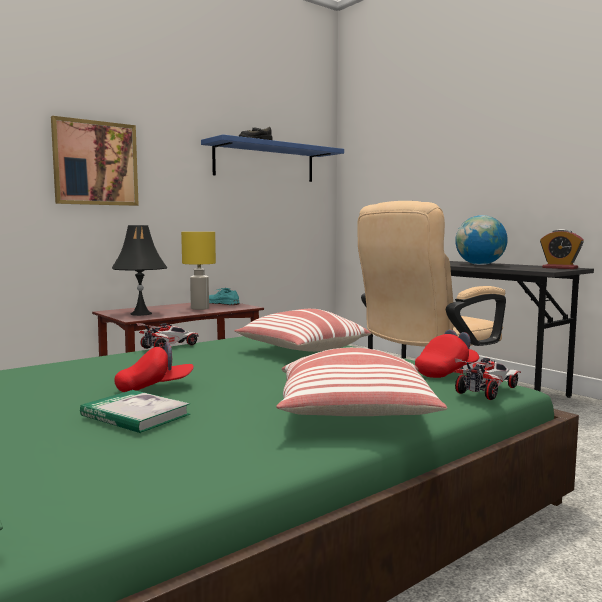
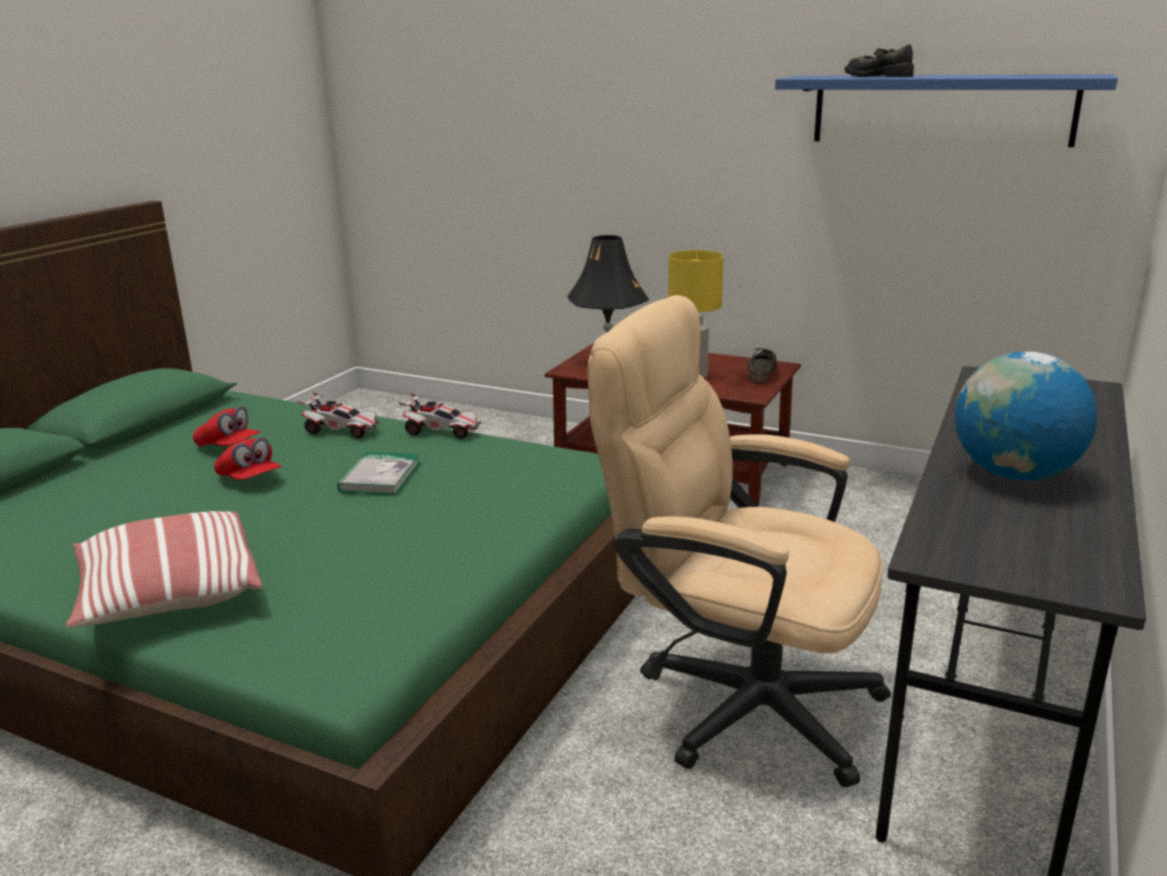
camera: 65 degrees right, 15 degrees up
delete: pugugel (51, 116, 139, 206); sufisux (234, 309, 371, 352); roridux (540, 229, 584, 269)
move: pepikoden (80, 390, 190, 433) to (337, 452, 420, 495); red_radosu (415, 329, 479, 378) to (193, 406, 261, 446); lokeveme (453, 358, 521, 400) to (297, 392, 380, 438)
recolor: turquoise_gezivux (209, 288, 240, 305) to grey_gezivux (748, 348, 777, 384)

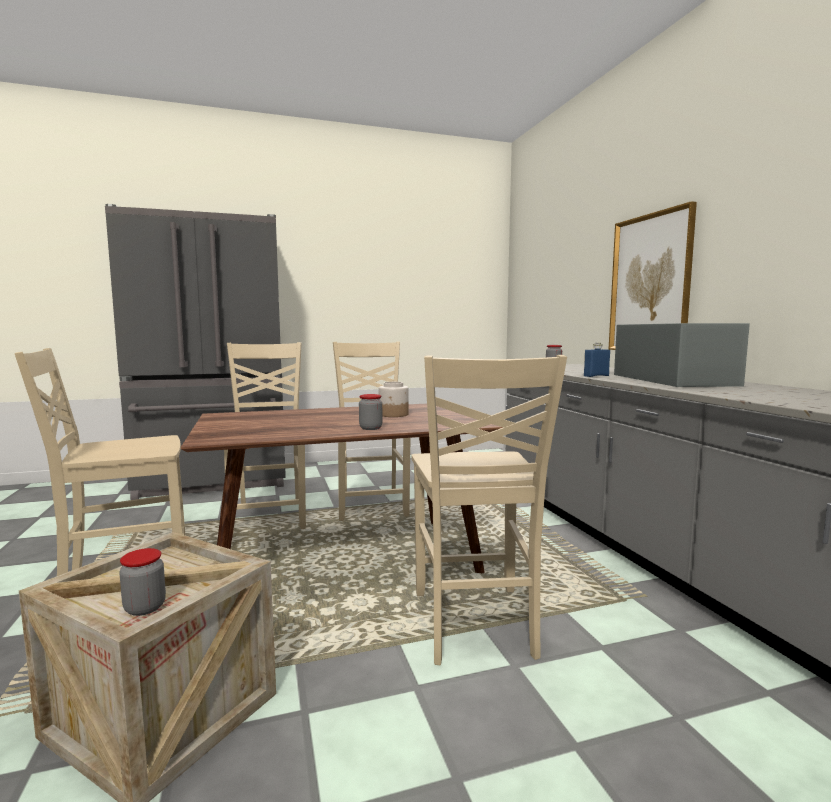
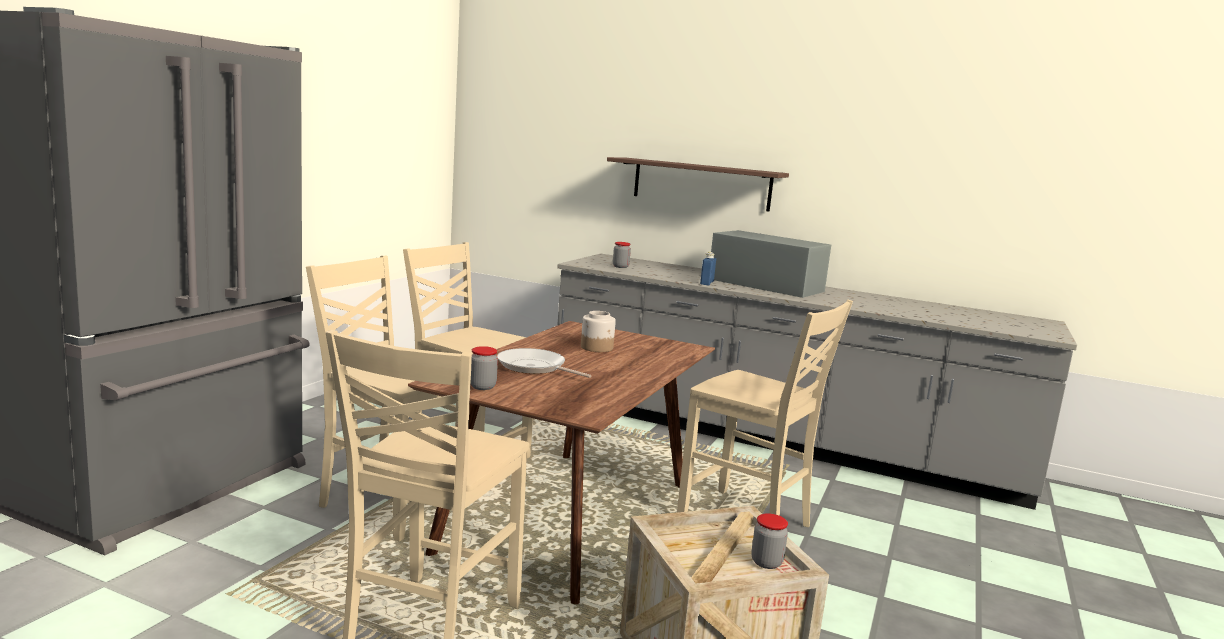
camera: 50 degrees left, 5 degrees up
insert: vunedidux (497, 348, 591, 378)
move: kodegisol (359, 394, 382, 430) to (470, 346, 498, 390)
replace: pugugel (608, 201, 697, 350) to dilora (607, 157, 789, 212)

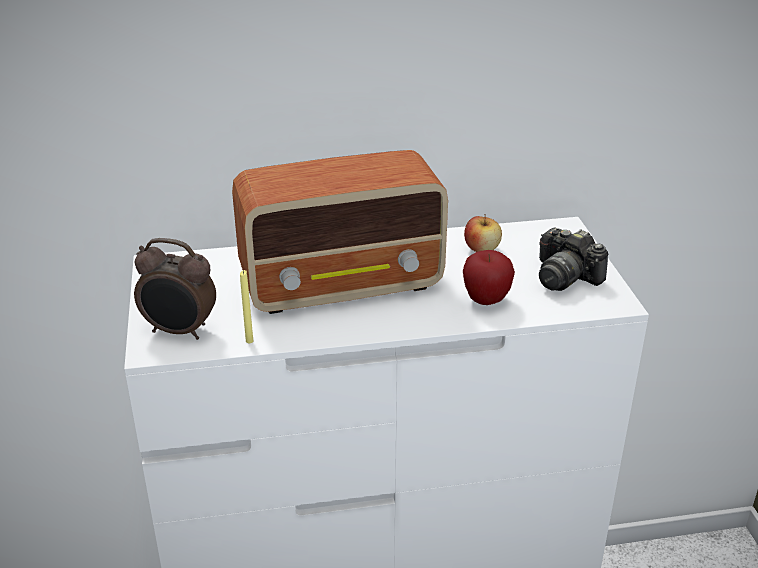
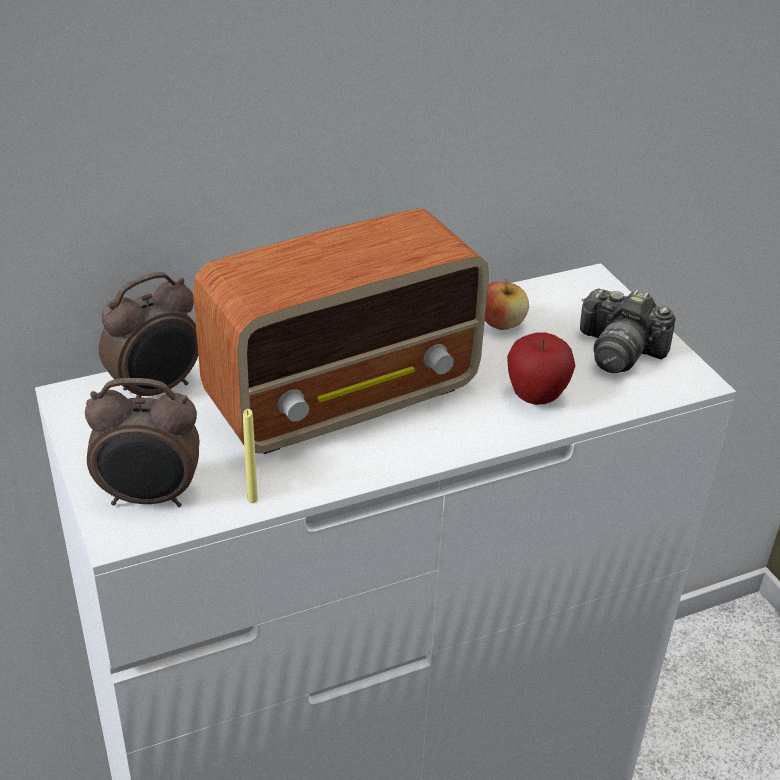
camera: 15 degrees left, 5 degrees up
insert: roridux (99, 272, 198, 398)

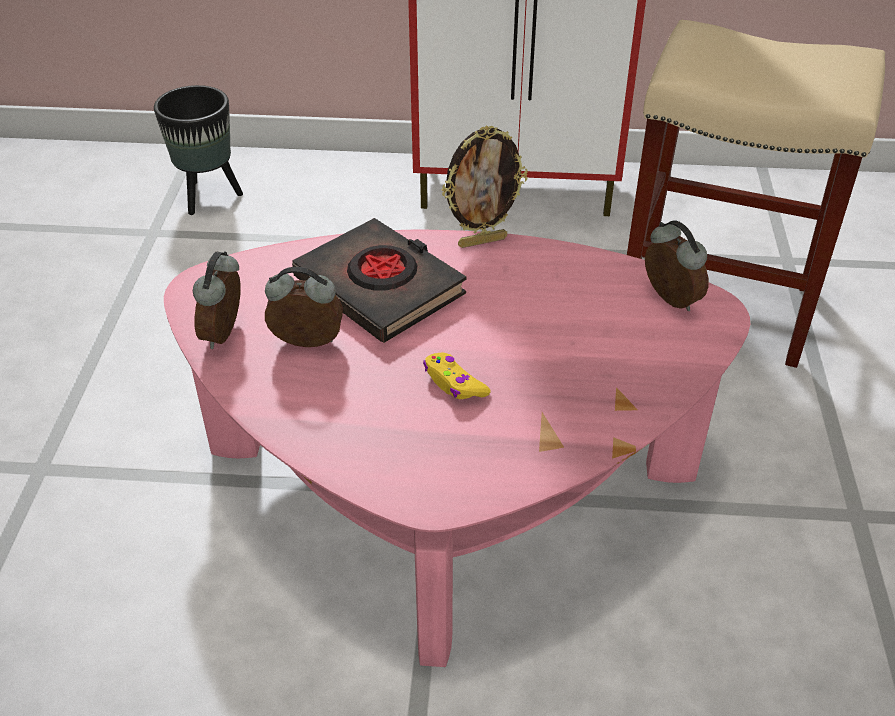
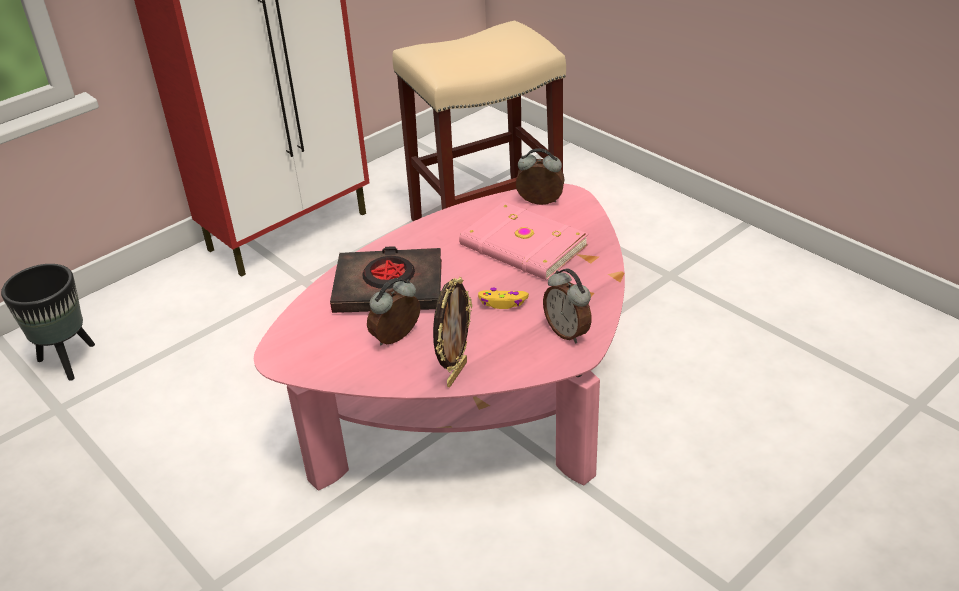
camera: 45 degrees left, 5 degrees down
insert: pink_pepikoden (459, 202, 588, 281)
move: roridux (193, 251, 241, 349) to (543, 268, 591, 343); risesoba (442, 125, 528, 248) to (433, 277, 472, 387)

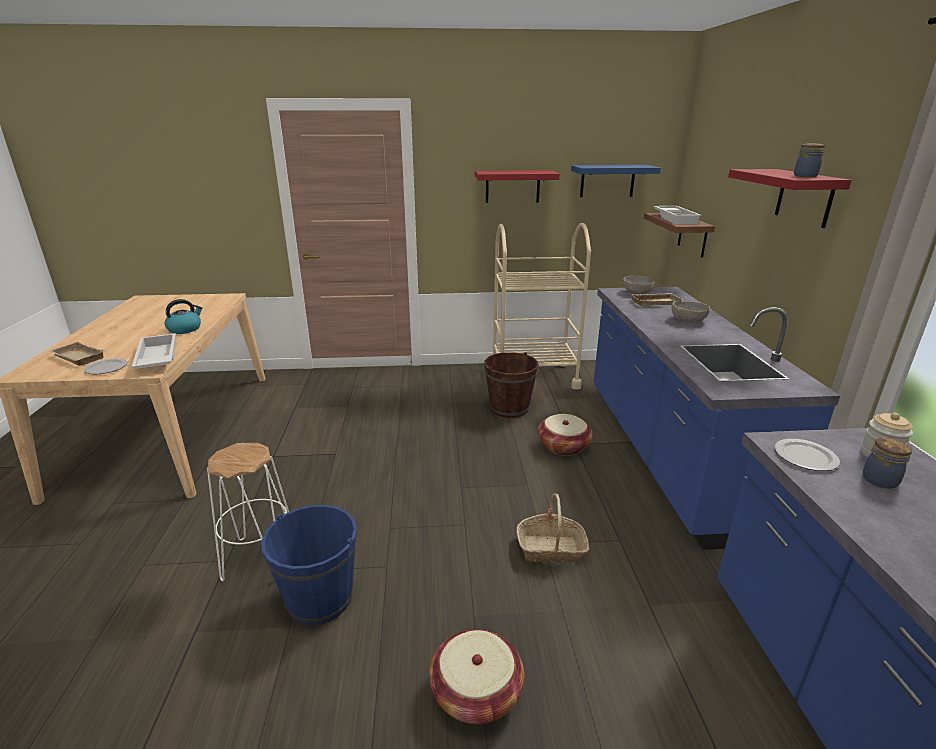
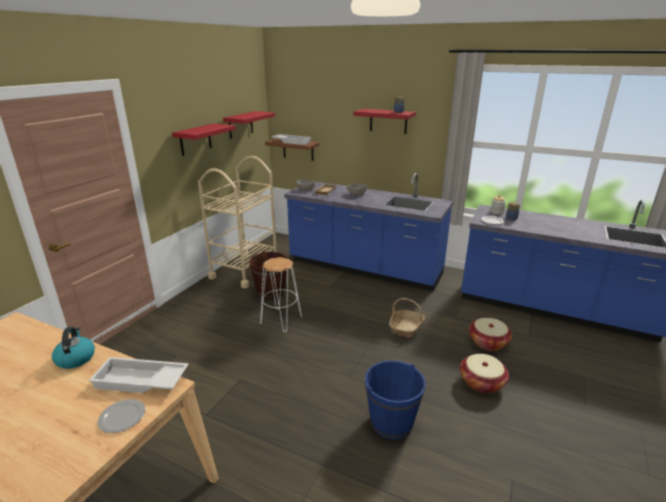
camera: 60 degrees left, 0 degrees up
delete: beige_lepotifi (48, 342, 105, 366)
move: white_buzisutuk (207, 443, 289, 582) to (260, 257, 302, 332); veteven (538, 414, 593, 456) to (469, 318, 512, 351)
recolor: blue_dilora (571, 165, 661, 197) to red_dilora (223, 111, 275, 139)

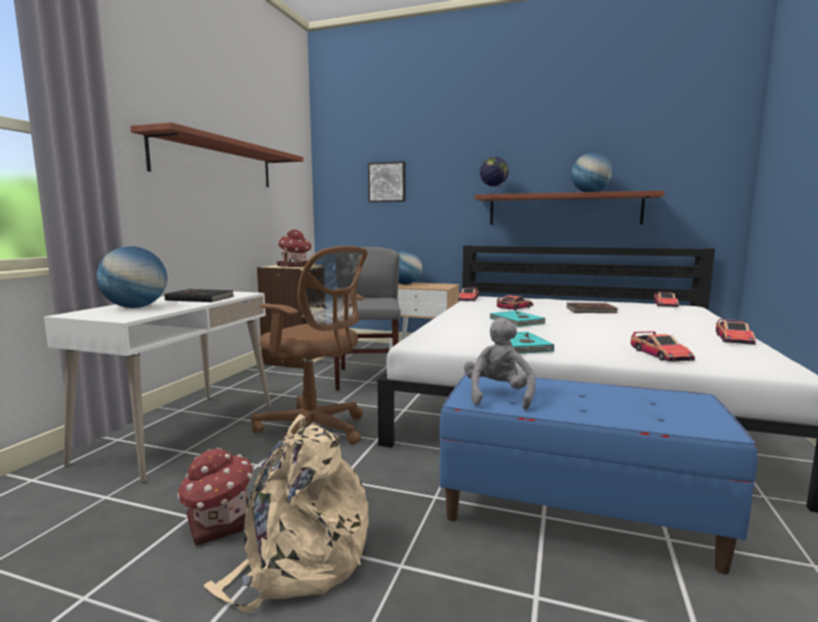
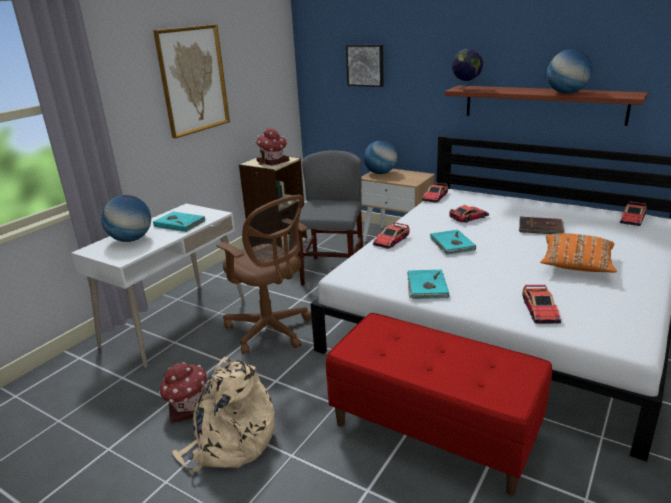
camera: 15 degrees right, 15 degrees up
delete: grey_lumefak (464, 317, 536, 410)
insert: orange_sufisux (540, 233, 617, 273)
move: lokeveme (716, 319, 756, 345) to (373, 222, 409, 249)
replace: dilora (130, 122, 303, 187) to pugugel (153, 24, 230, 138)
recolor: black_pepikoden (164, 289, 234, 302) to turquoise_pepikoden (153, 211, 206, 232); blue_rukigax (440, 374, 758, 575) to red_rukigax (326, 313, 552, 496)

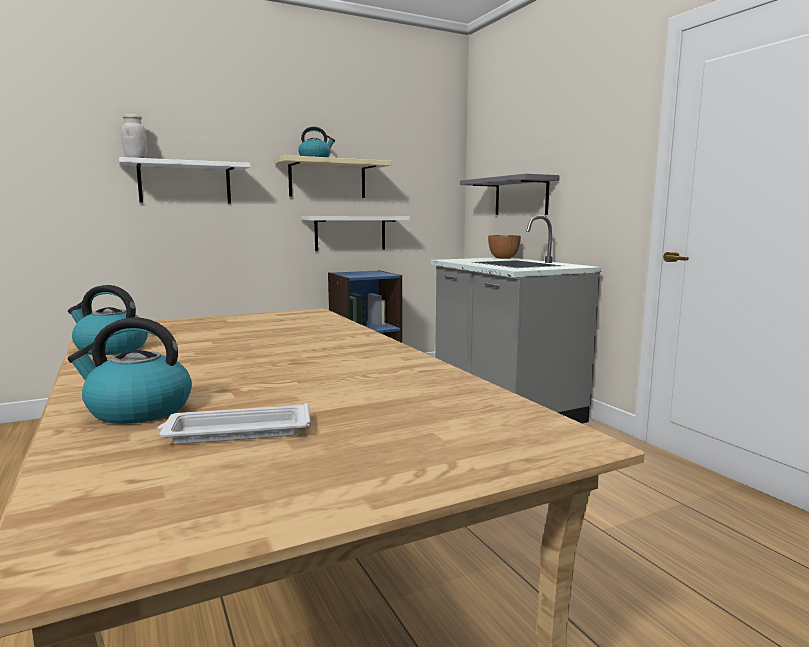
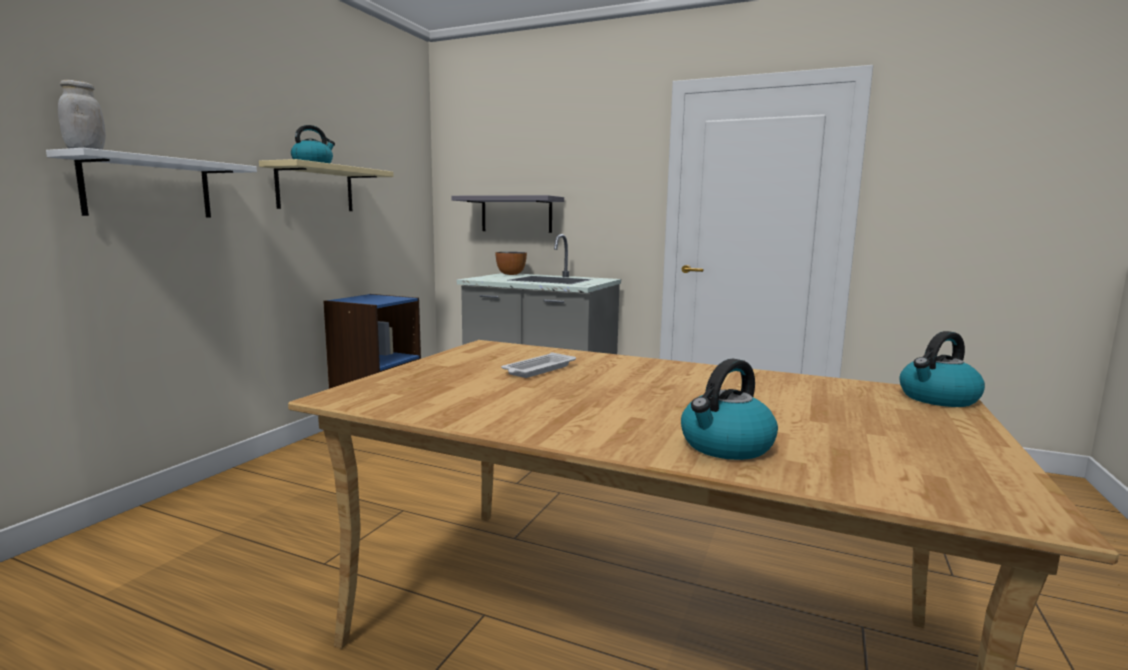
camera: 40 degrees left, 0 degrees up
delete: white_dilora (302, 216, 410, 251)
move: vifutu (68, 285, 148, 355) to (899, 331, 985, 407); white_lepotifi (157, 403, 311, 444) to (501, 352, 576, 378)

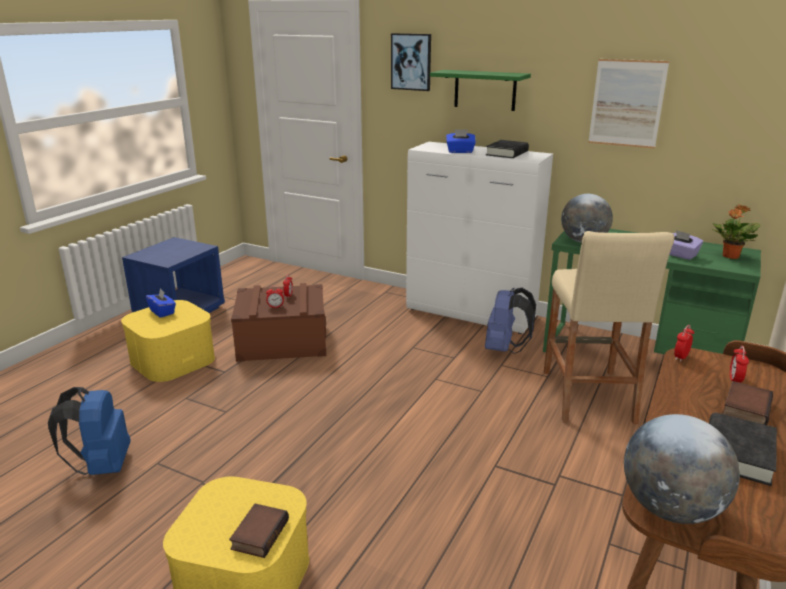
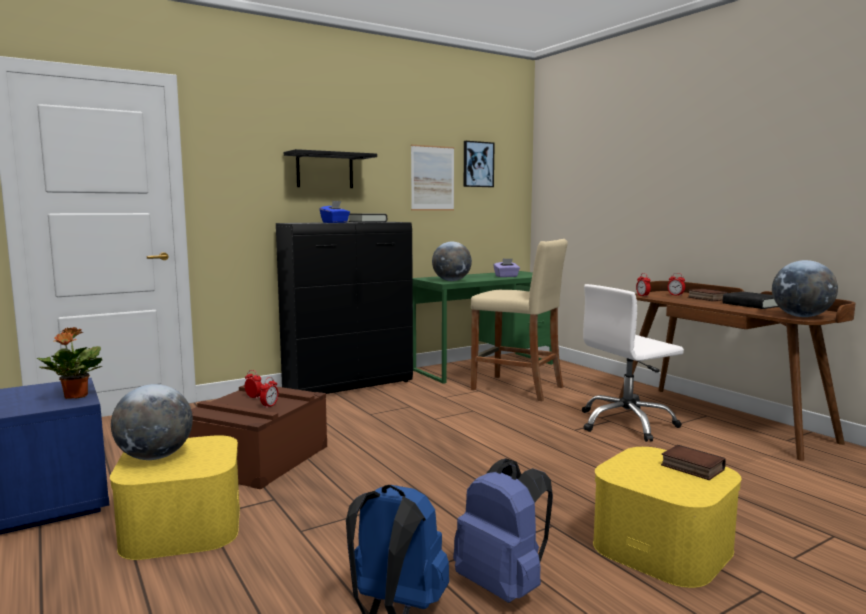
camera: 60 degrees left, 15 degrees down
insert: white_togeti (582, 284, 684, 442)
move: pugugel (391, 33, 431, 91) to (464, 141, 495, 187); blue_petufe (485, 288, 536, 354) to (453, 458, 553, 603); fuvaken (712, 205, 760, 259) to (37, 327, 102, 399)
replace: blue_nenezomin (146, 288, 176, 318) to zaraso (111, 384, 193, 460)
recolor: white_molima (406, 142, 553, 334) to black_molima (276, 222, 413, 394); green_dilora (430, 70, 531, 111) to black_dilora (284, 149, 377, 188)

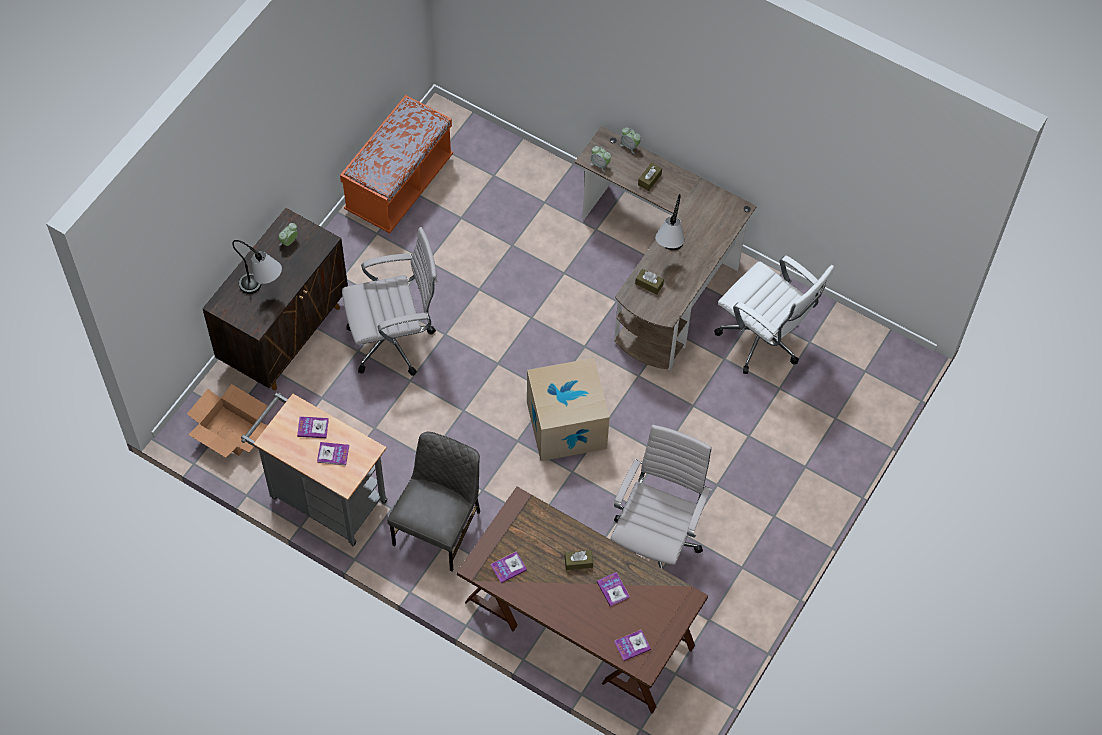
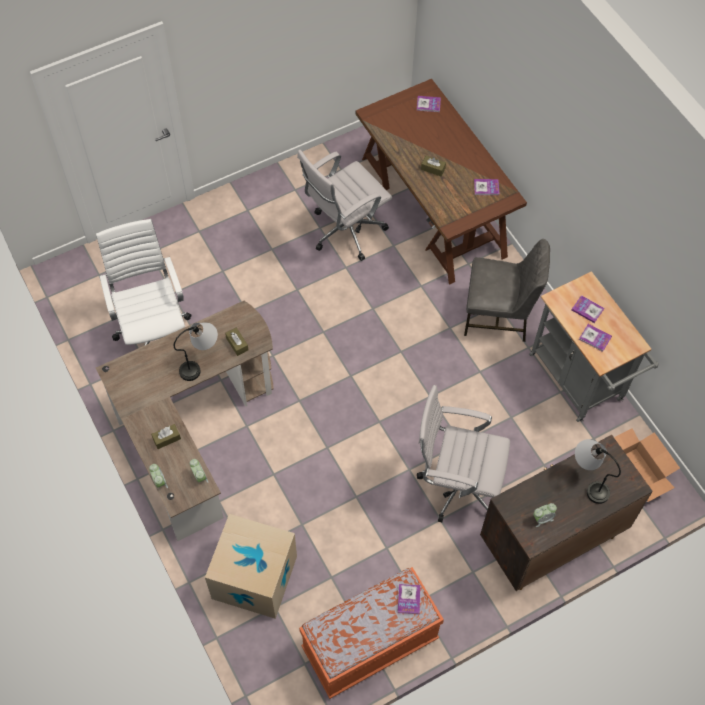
camera: 150 degrees left, 0 degrees up
move: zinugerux (527, 358, 610, 461) to (205, 514, 297, 619); pepikoden (597, 572, 630, 607) to (398, 584, 420, 614)
rotate: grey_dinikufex (387, 432, 480, 571) = (464, 239, 550, 342) 135 degrees counterclockwise

